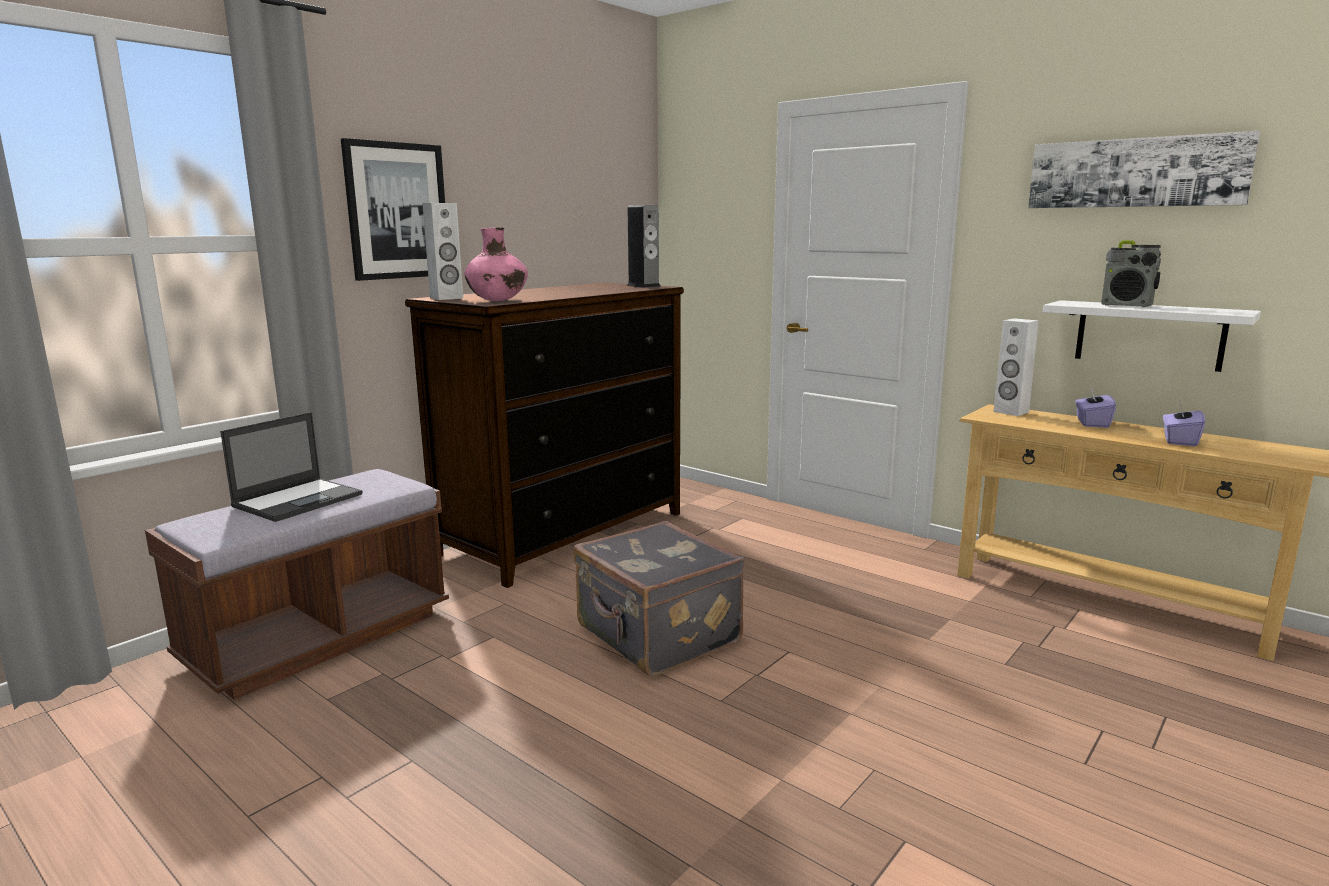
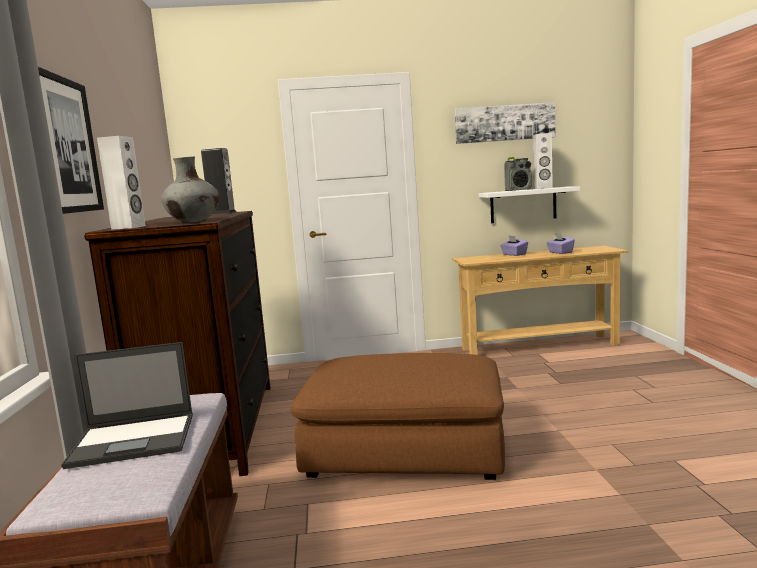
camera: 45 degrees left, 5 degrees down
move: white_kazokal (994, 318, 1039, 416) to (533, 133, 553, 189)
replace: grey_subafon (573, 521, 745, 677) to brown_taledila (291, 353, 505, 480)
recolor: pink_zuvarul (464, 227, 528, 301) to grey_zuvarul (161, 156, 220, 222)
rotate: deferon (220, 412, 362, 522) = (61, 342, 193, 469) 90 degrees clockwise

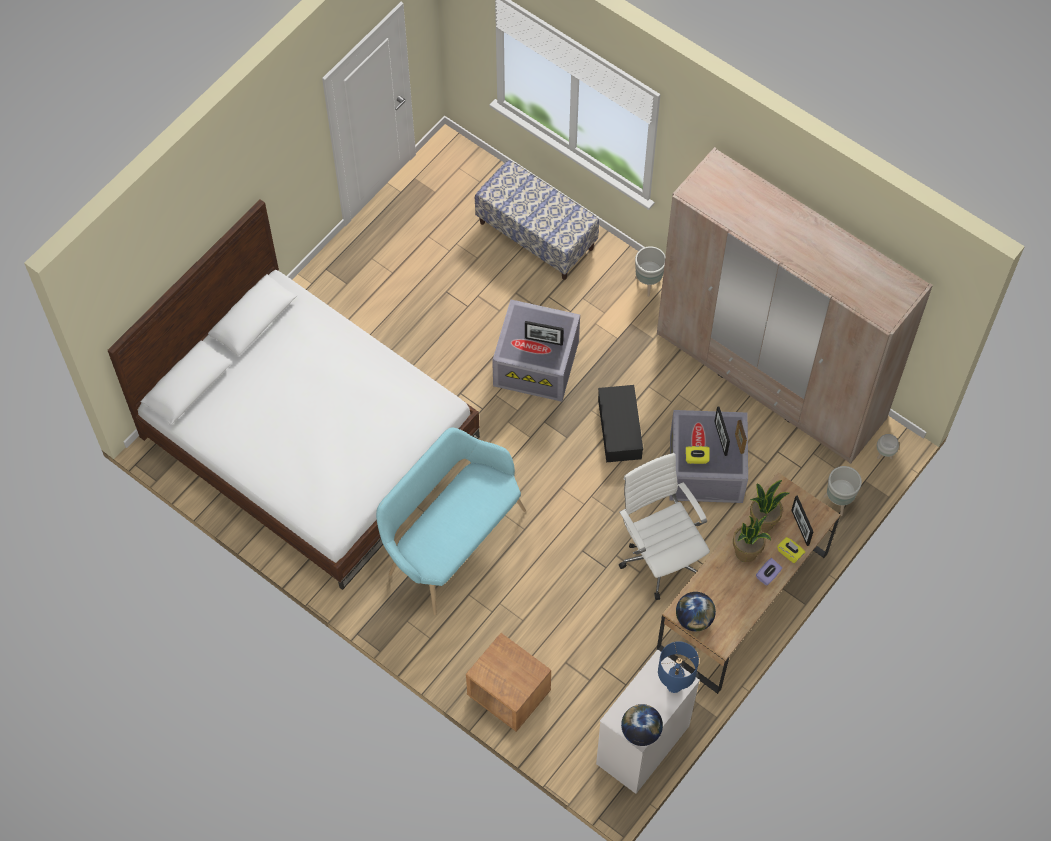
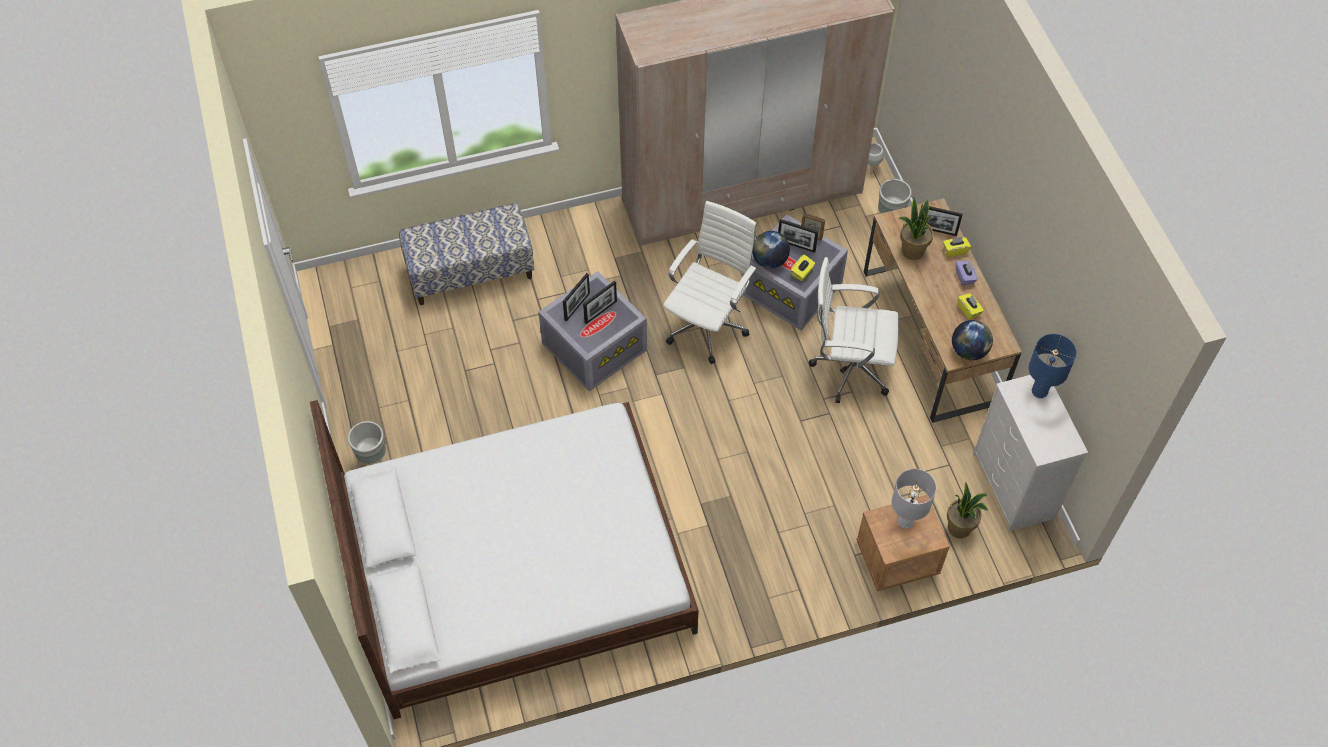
camera: 55 degrees left, 5 degrees down
delete: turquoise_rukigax (376, 427, 526, 615)
insert: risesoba (563, 273, 590, 321); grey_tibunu (892, 469, 937, 529); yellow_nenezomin (958, 293, 984, 320)
move: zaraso (621, 704, 663, 746) to (753, 231, 790, 269); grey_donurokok (635, 246, 665, 297) to (348, 421, 386, 468); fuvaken (733, 515, 771, 562) to (947, 481, 988, 538)
replace: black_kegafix (598, 385, 643, 462) to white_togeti (663, 201, 757, 364)

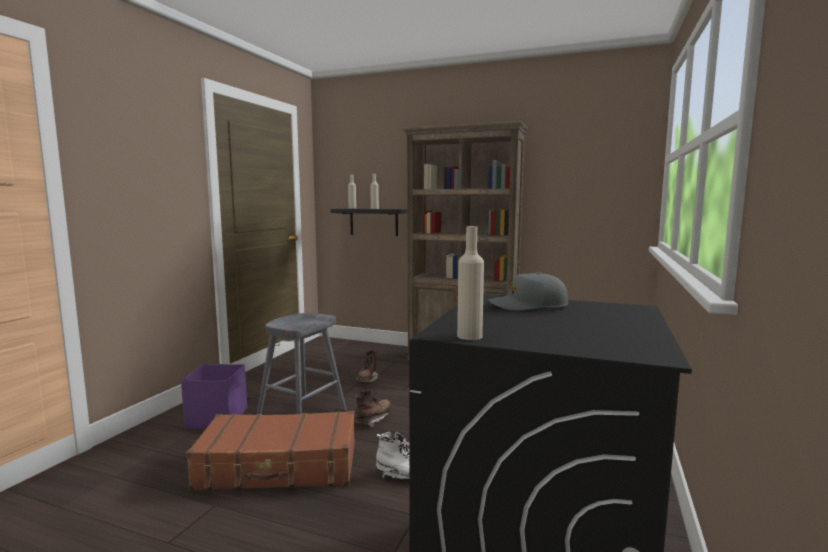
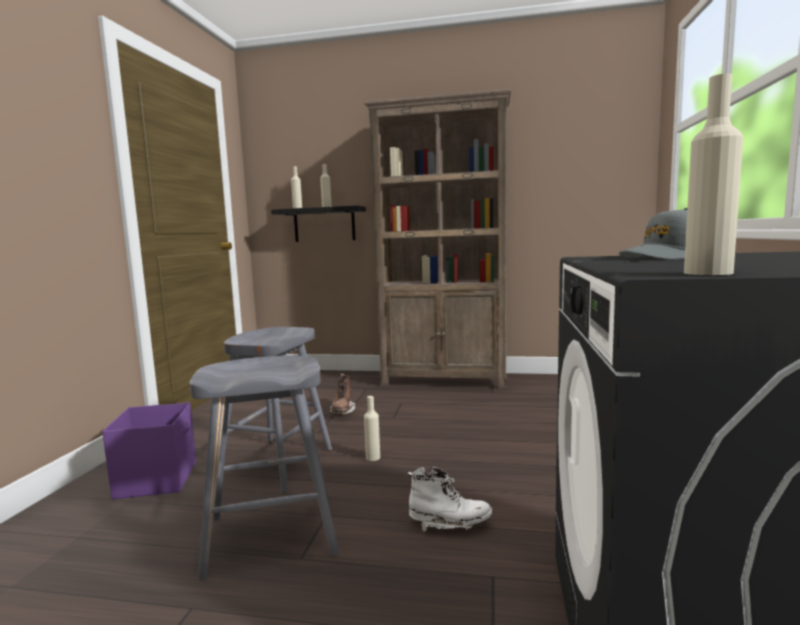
camera: 10 degrees left, 0 degrees up
replace: brown_subafon (186, 411, 355, 491) to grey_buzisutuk (190, 356, 339, 579); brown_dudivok (355, 390, 391, 427) to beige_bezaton (364, 396, 380, 461)

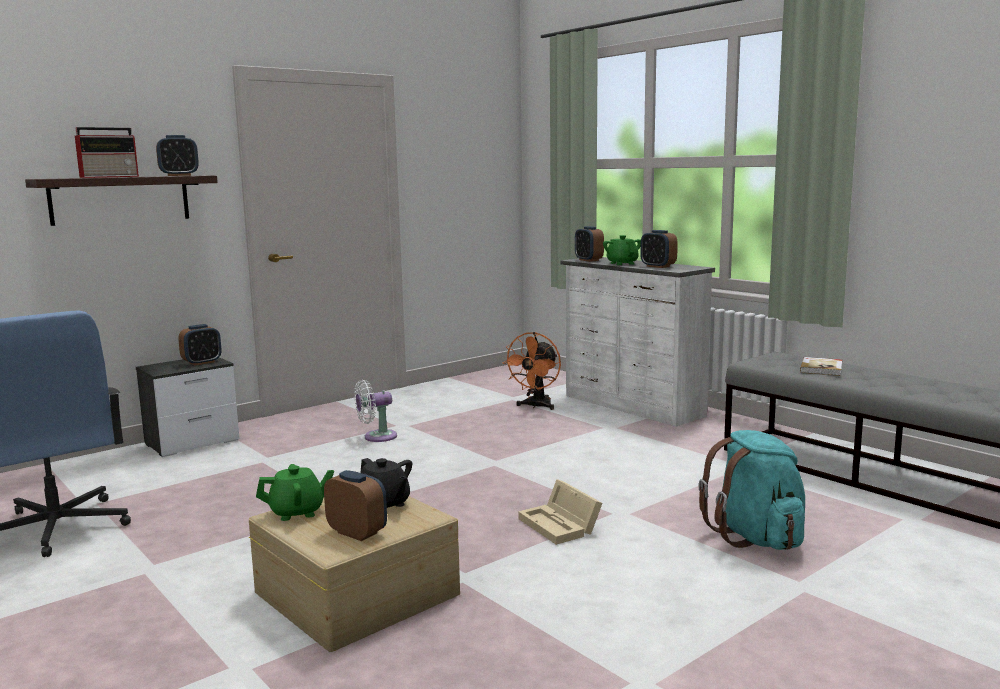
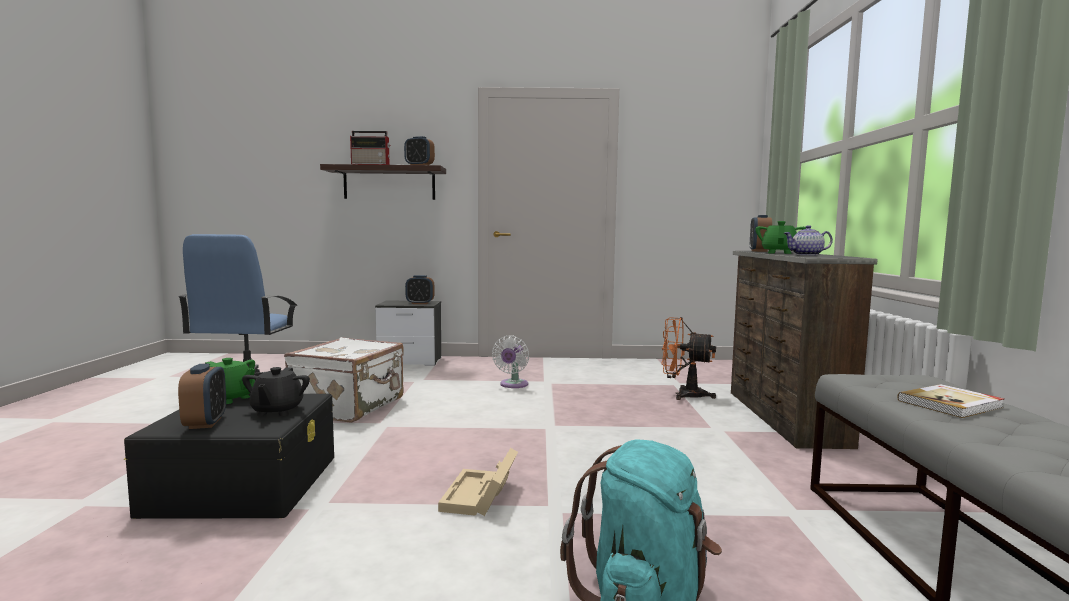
camera: 40 degrees right, 5 degrees down
insert: white_subafon (284, 337, 404, 423)
replace: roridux (640, 230, 678, 268) to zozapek (784, 225, 833, 256)
recolor: beige_kegafix (249, 496, 460, 652) to black_kegafix (124, 393, 334, 519); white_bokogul (561, 257, 715, 427) to brown_bokogul (731, 251, 878, 449)
rotate: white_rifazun (354, 380, 397, 442) = (492, 335, 529, 388) 90 degrees counterclockwise; orange_rifazun (503, 332, 561, 410) = (662, 317, 716, 400) 45 degrees clockwise

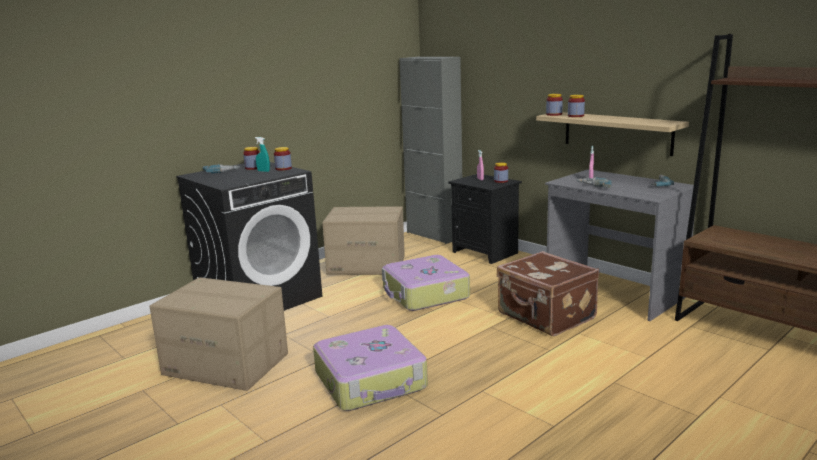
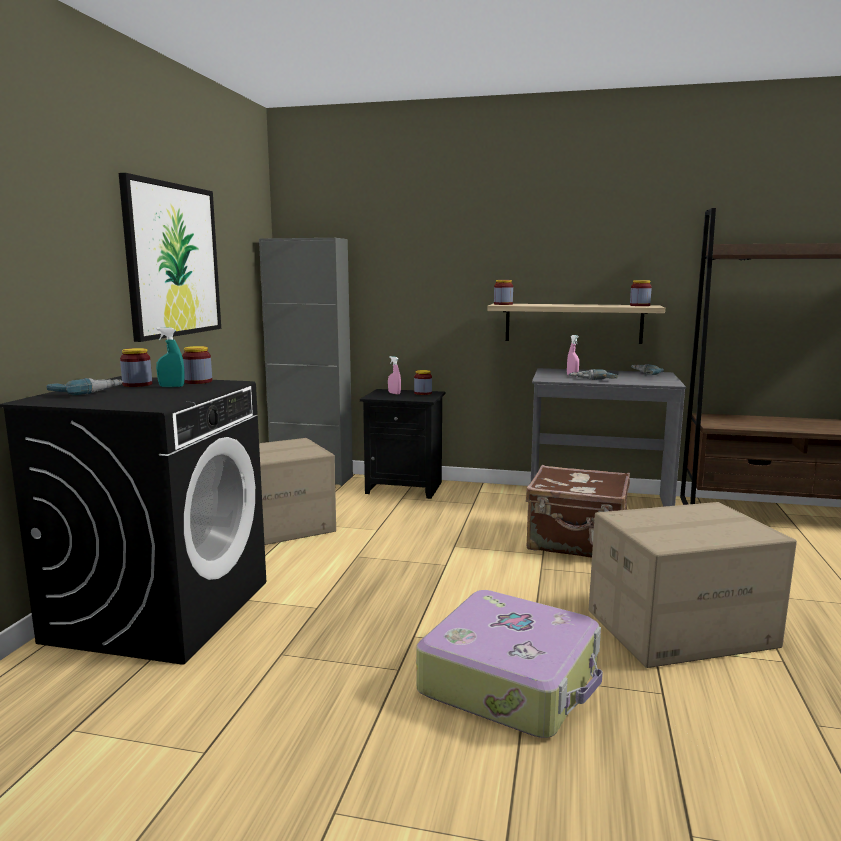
camera: 35 degrees left, 5 degrees down
delete: subafon (382, 255, 470, 311)
insert: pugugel (119, 173, 221, 342)
move: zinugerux (149, 277, 288, 391) to (589, 502, 797, 668); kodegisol (568, 95, 585, 117) to (630, 280, 652, 306)

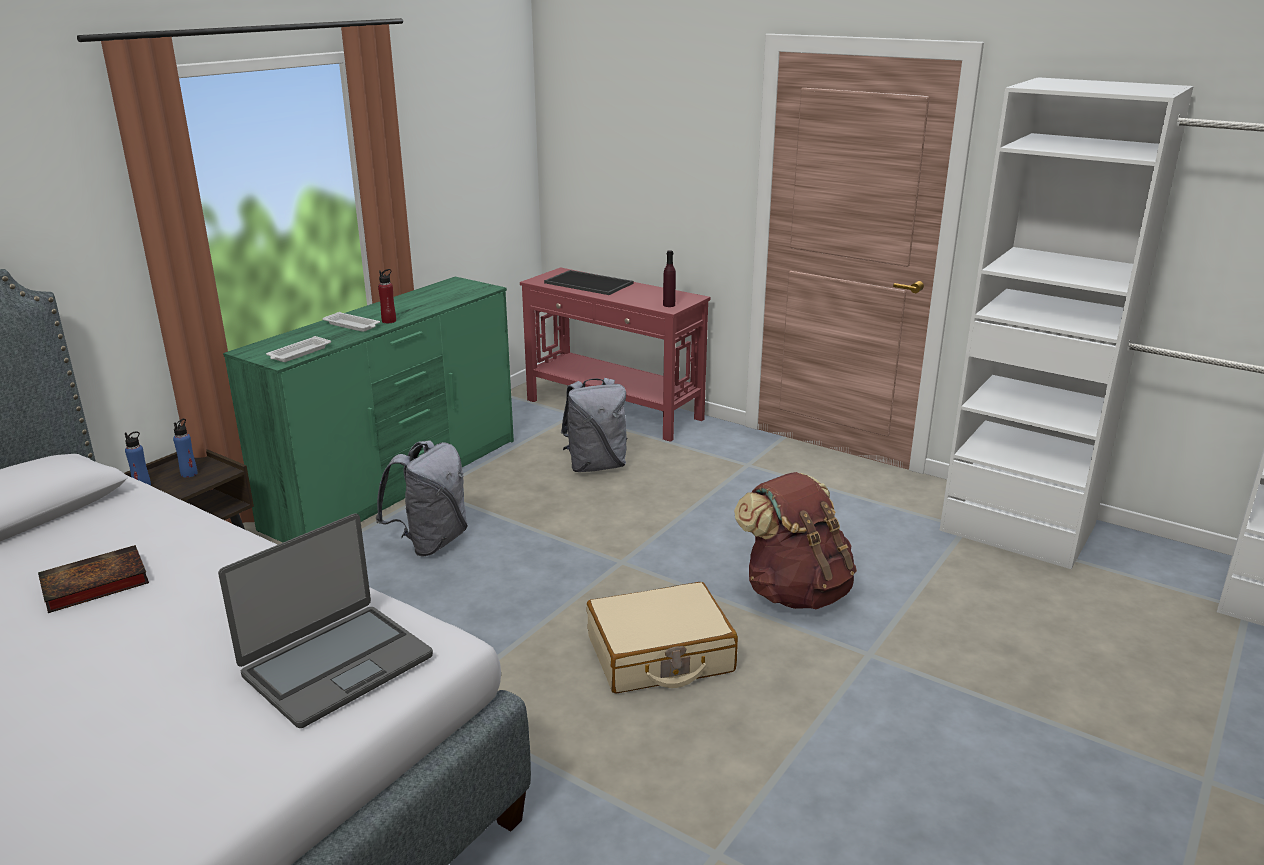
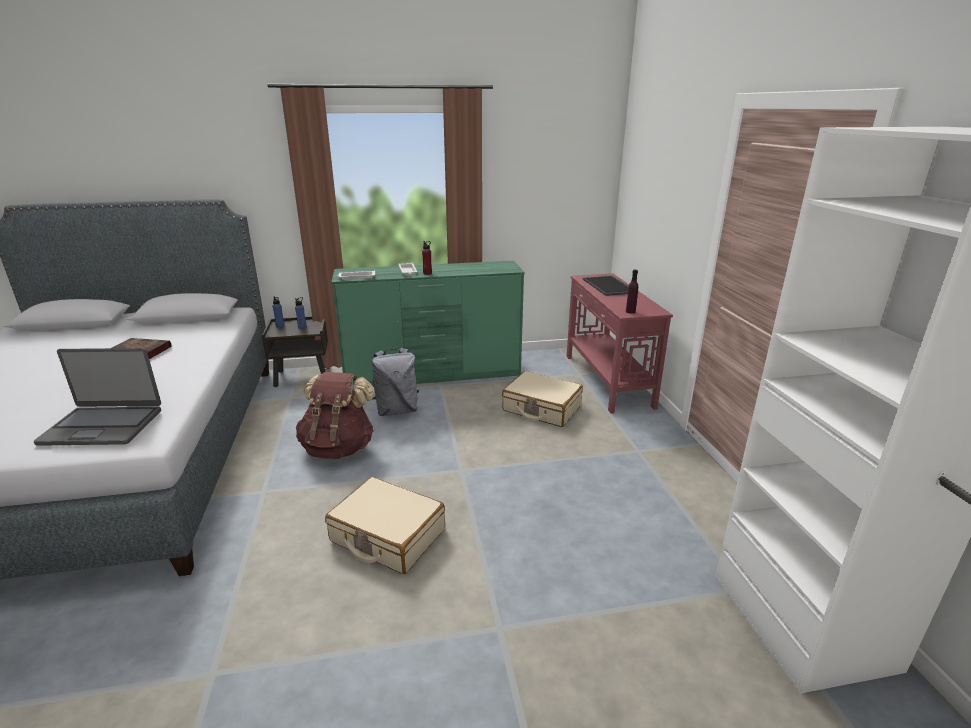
camera: 45 degrees right, 0 degrees up
move: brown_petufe (734, 472, 857, 609) to (296, 372, 374, 459)
replace: grey_petufe (561, 378, 627, 472) to beige_subafon (502, 371, 583, 427)

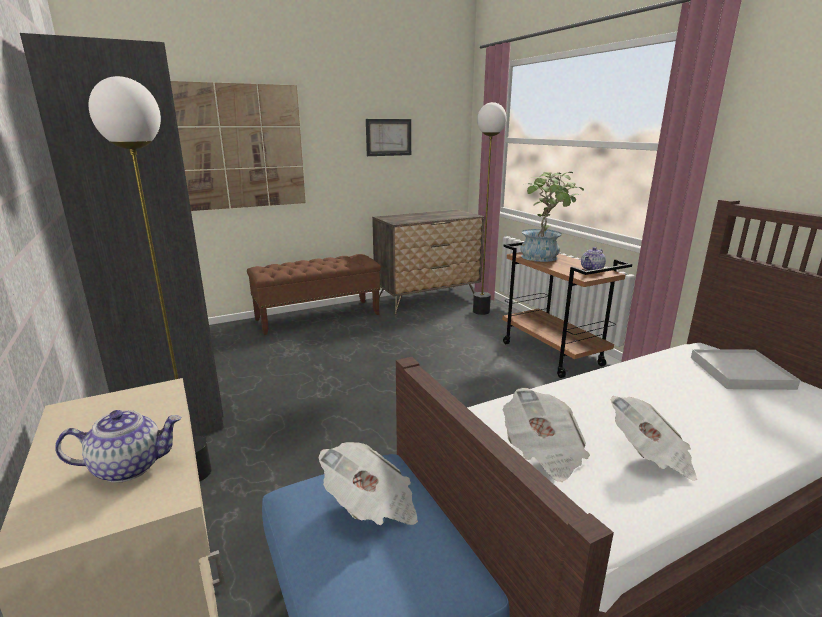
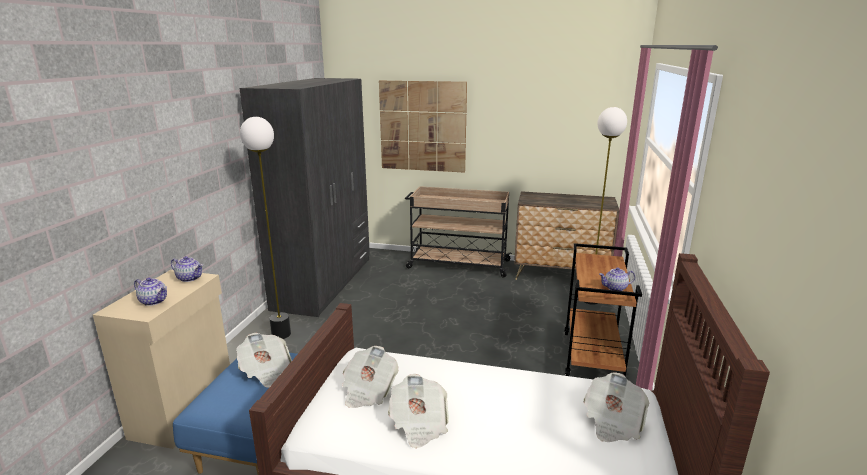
camera: 40 degrees right, 0 degrees up
delete: pugugel (366, 119, 411, 156); fuvaken (520, 172, 584, 262)
insert: zozapek (171, 256, 203, 282)
replace: brown_rukigax (247, 254, 381, 335) to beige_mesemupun (405, 186, 512, 278); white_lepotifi (691, 349, 800, 390) to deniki (583, 372, 649, 442)

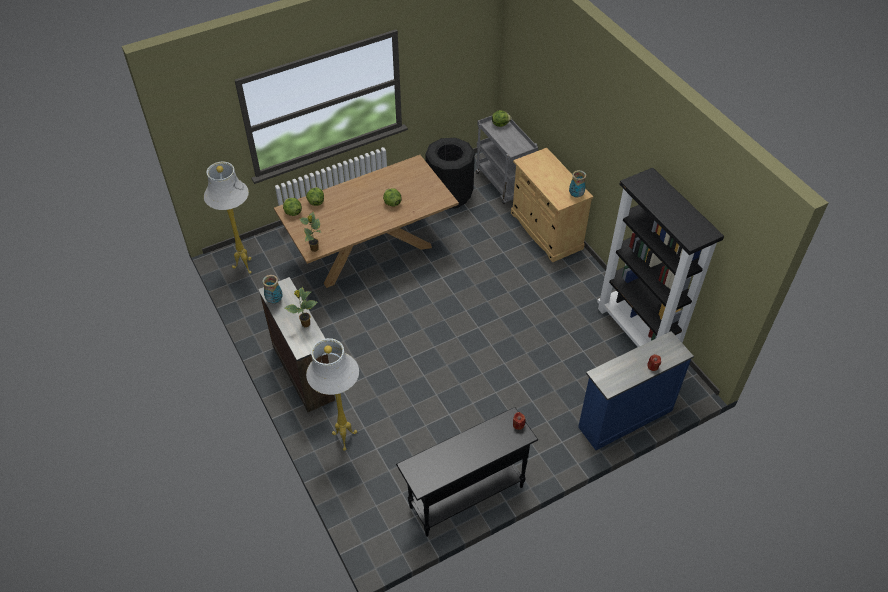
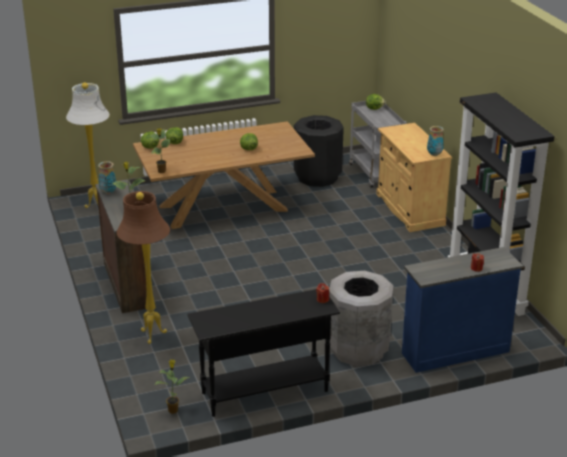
camera: 10 degrees right, 20 degrees down
insert: fuvaken (154, 359, 190, 414); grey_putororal (329, 271, 393, 366)
recolor: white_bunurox (306, 338, 359, 451) to brown_bunurox (117, 191, 170, 344)

